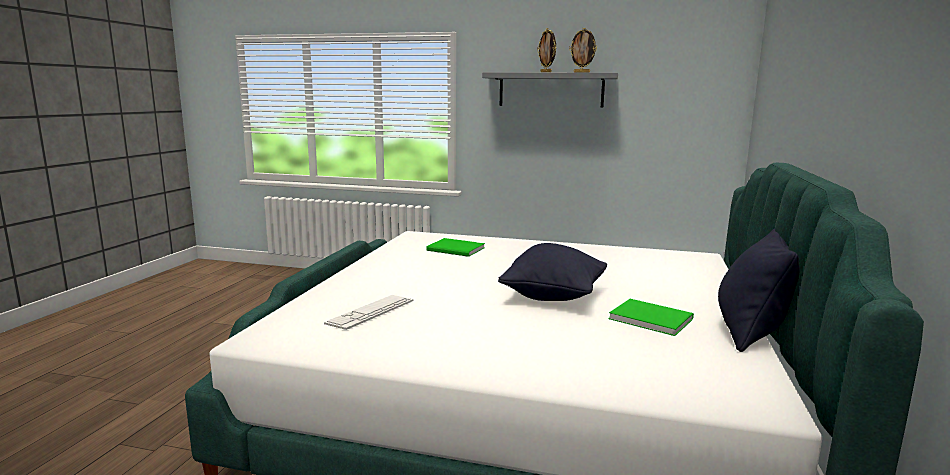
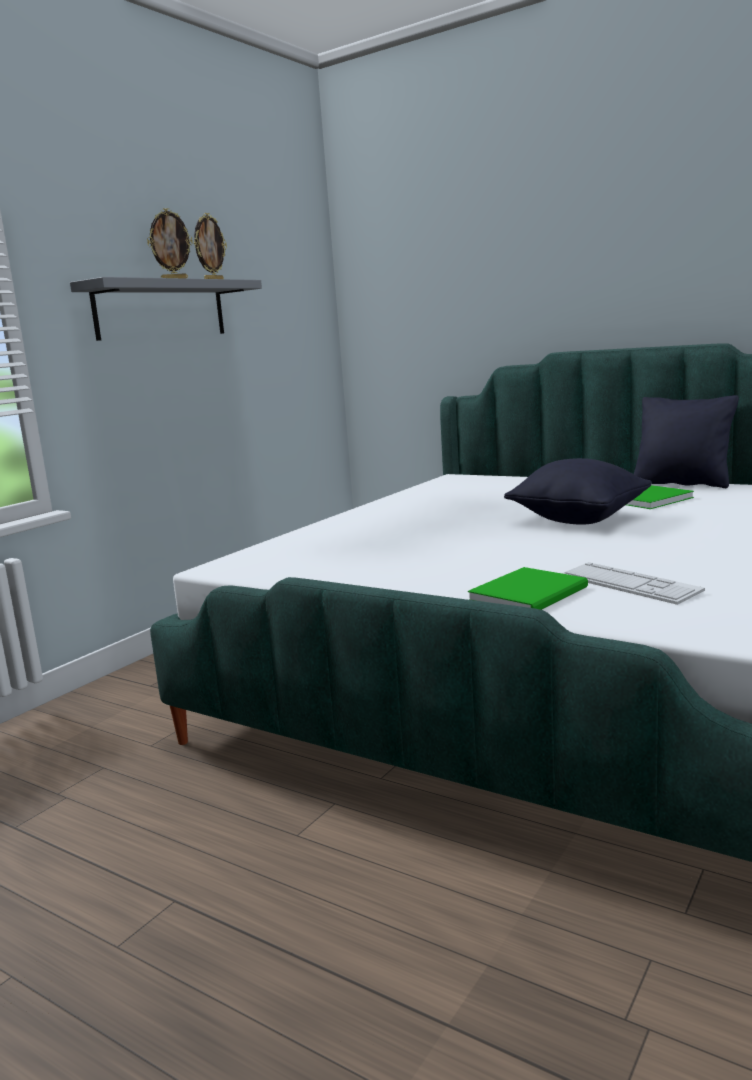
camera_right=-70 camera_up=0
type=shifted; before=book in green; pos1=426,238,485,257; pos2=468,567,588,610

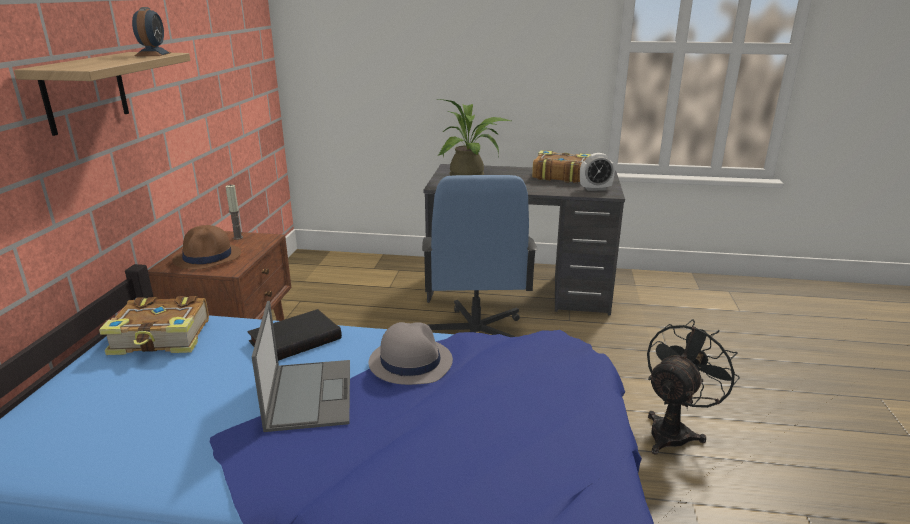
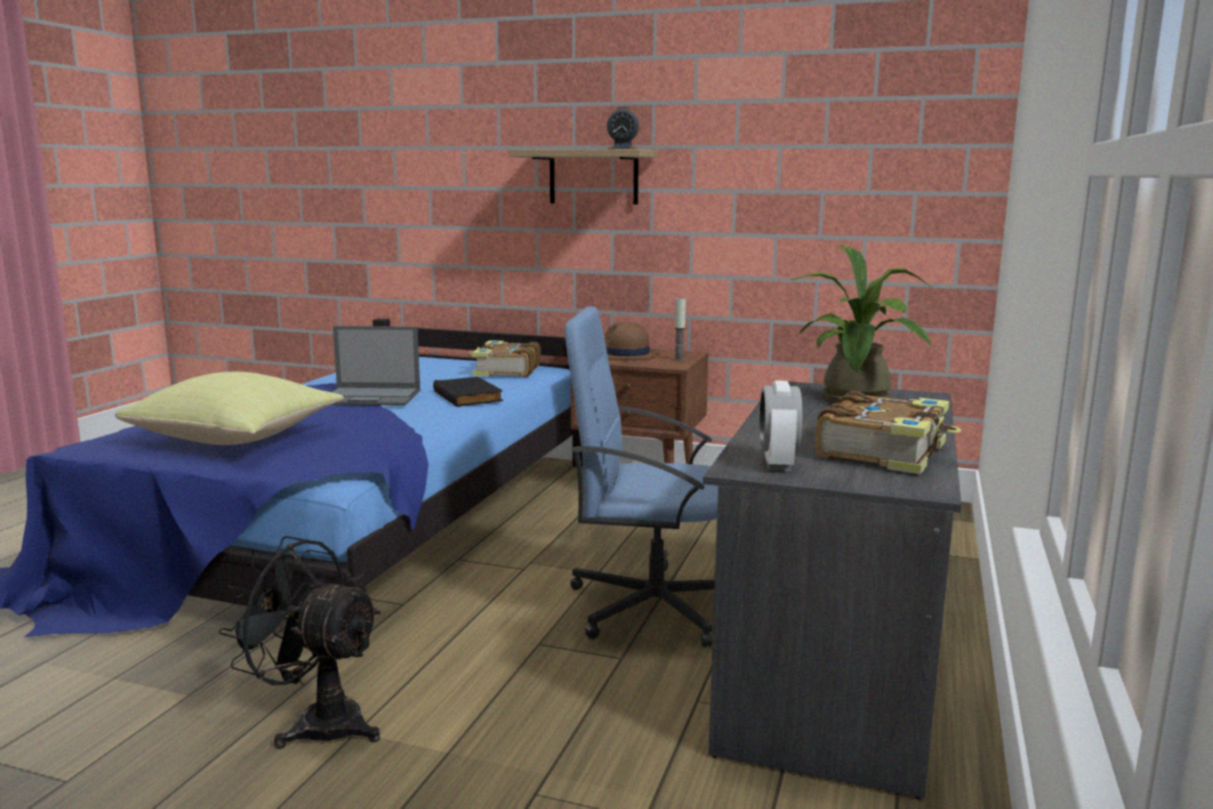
camera_right=100 camera_up=-10
type=new; after=pillow in yellow; pos2=115,372,344,445
type=rotated; before=fan in black; pos1=647,319,740,455; pos2=218,536,381,749; turn=150
type=gone; before=hat in grey; pos1=369,322,453,385

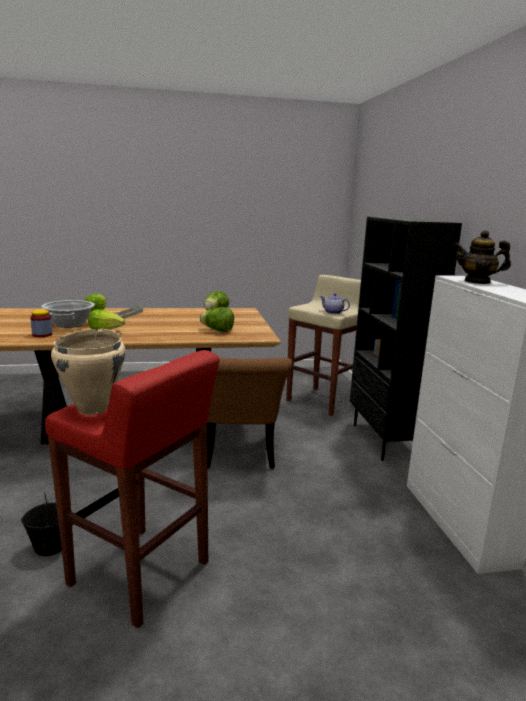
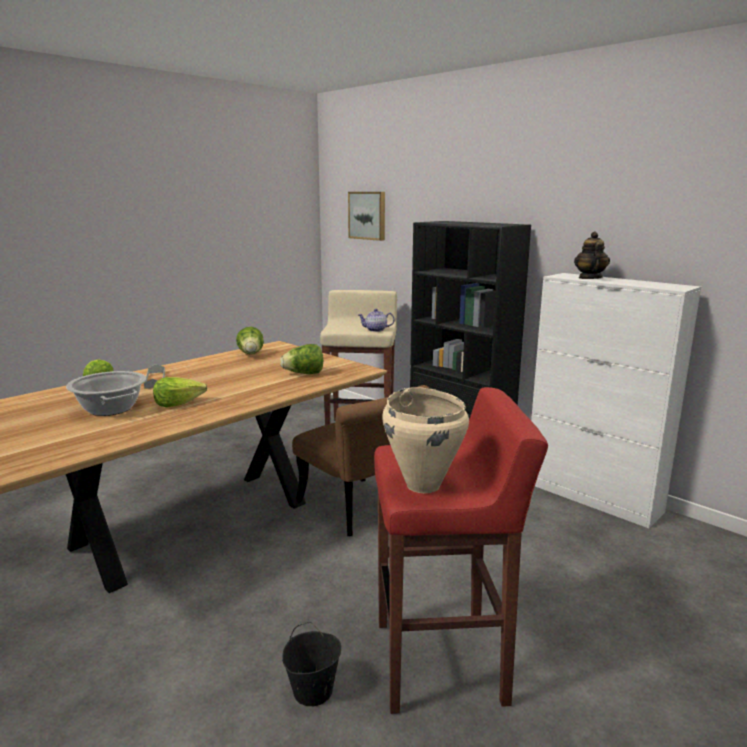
camera_right=-35 camera_up=0
type=new; after=picture; pos2=348,192,385,241
type=rotated; before=teapot; pos1=454,230,511,284; pos2=574,232,610,279; turn=120
type=gone; before=jar; pos1=30,310,52,337

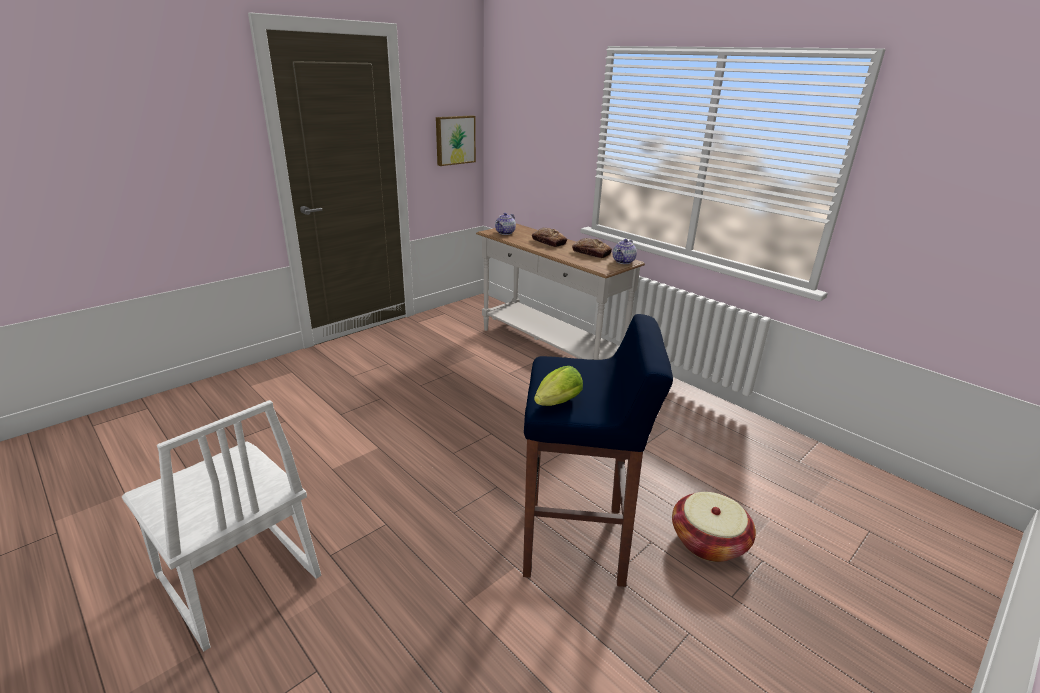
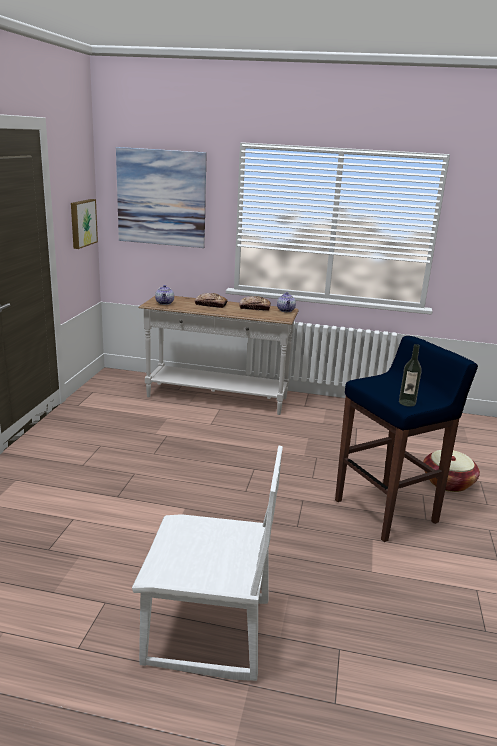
camera_right=-35 camera_up=-5
type=new; after=picture; pos2=116,147,207,248
type=swapped; before=lettuce; after=bottle; pos1=534,366,583,406; pos2=399,344,422,407

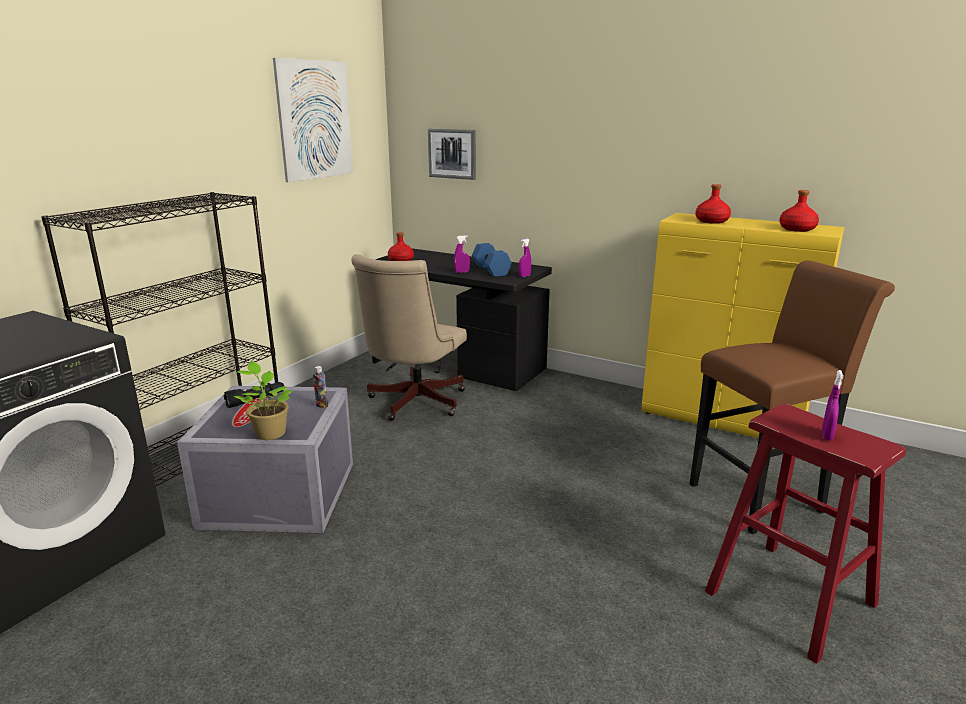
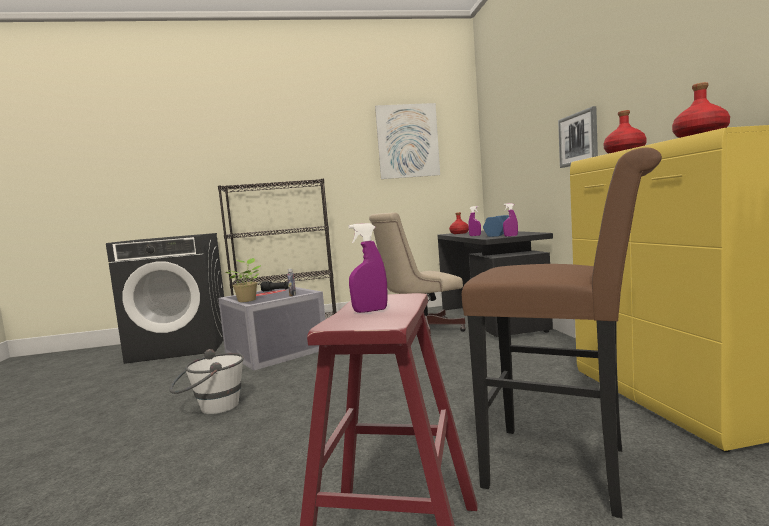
camera_right=50 camera_up=-15
type=new; after=bucket in white; pos2=169,349,244,414
type=shifted; before=picture; pos1=428,129,476,180; pos2=558,106,598,168

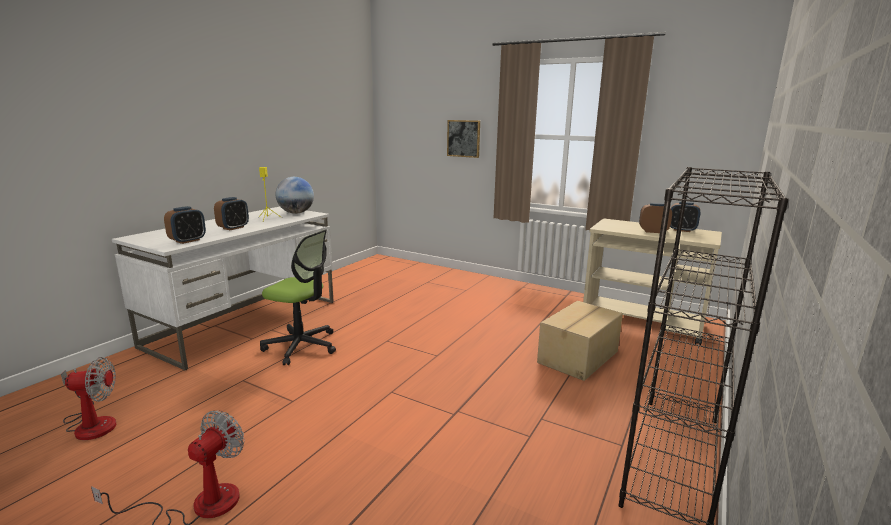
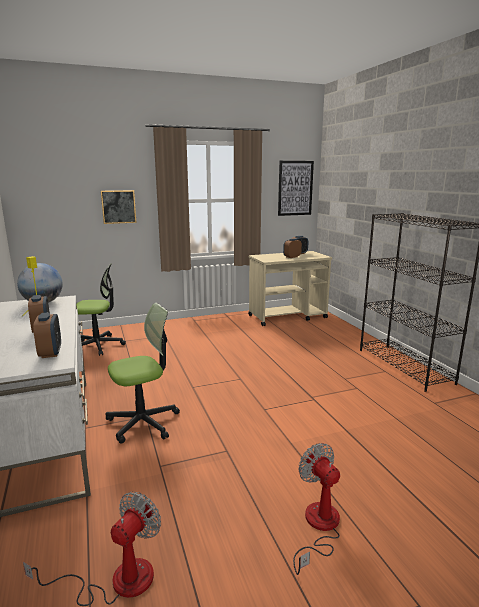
camera_right=-50 camera_up=0
type=new; after=office chair; pos2=76,263,126,356
type=new; after=picture; pos2=278,161,314,216
type=gone; before=cardboard box; pos1=537,301,623,381

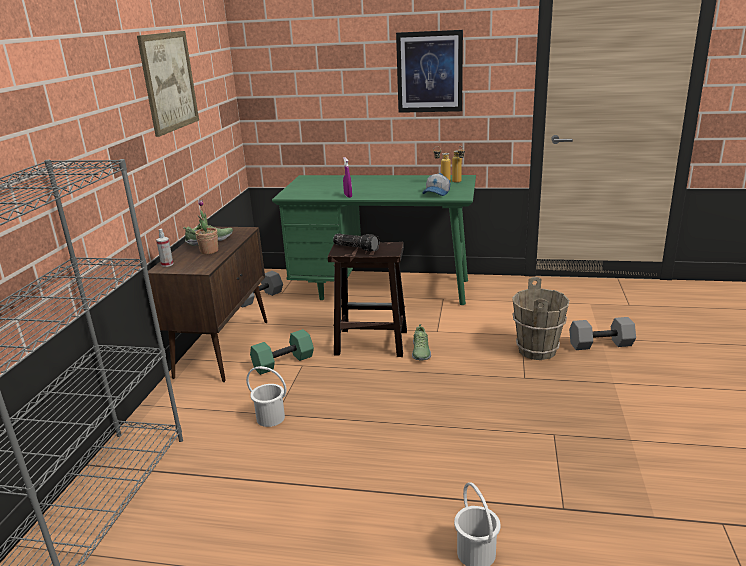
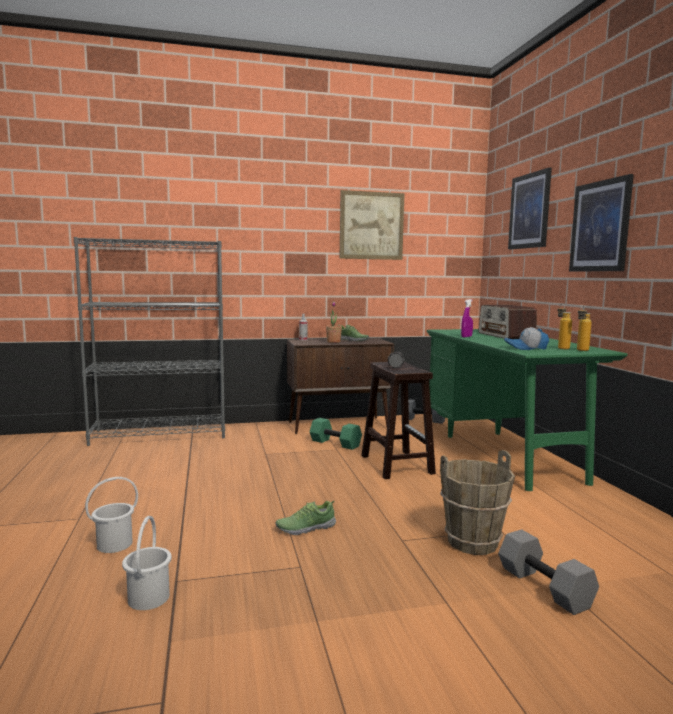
camera_right=65 camera_up=-15
type=shifted; before=bucket in white; pos1=246,366,286,427; pos2=122,516,172,610
type=shifted; before=shoe; pos1=412,324,431,360; pos2=276,501,336,535
type=new; after=radio; pos2=478,305,536,339
type=new; after=picture; pos2=508,168,552,249

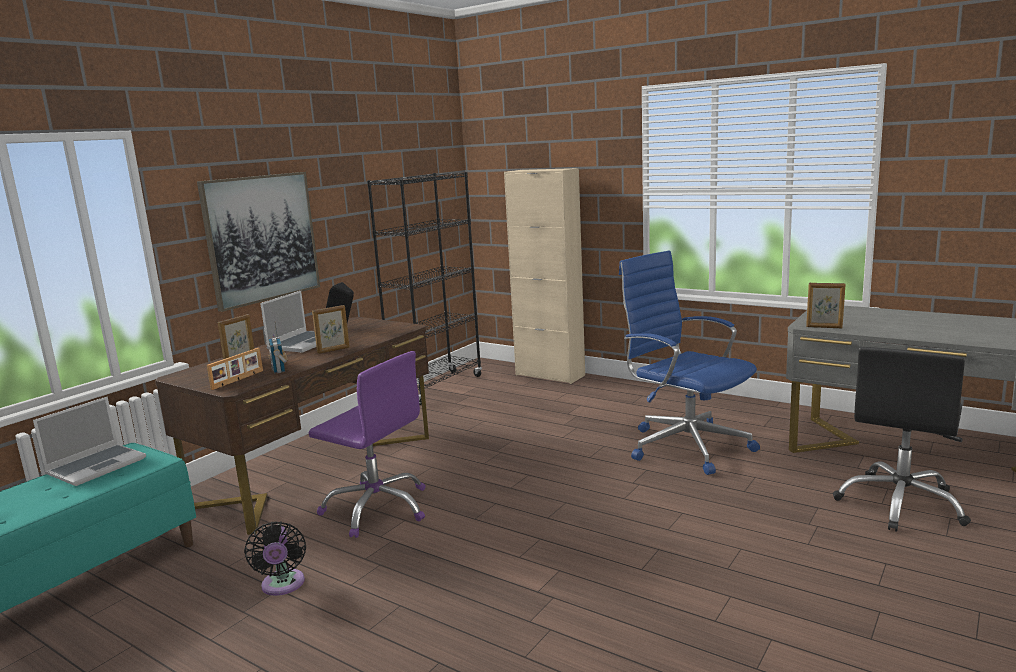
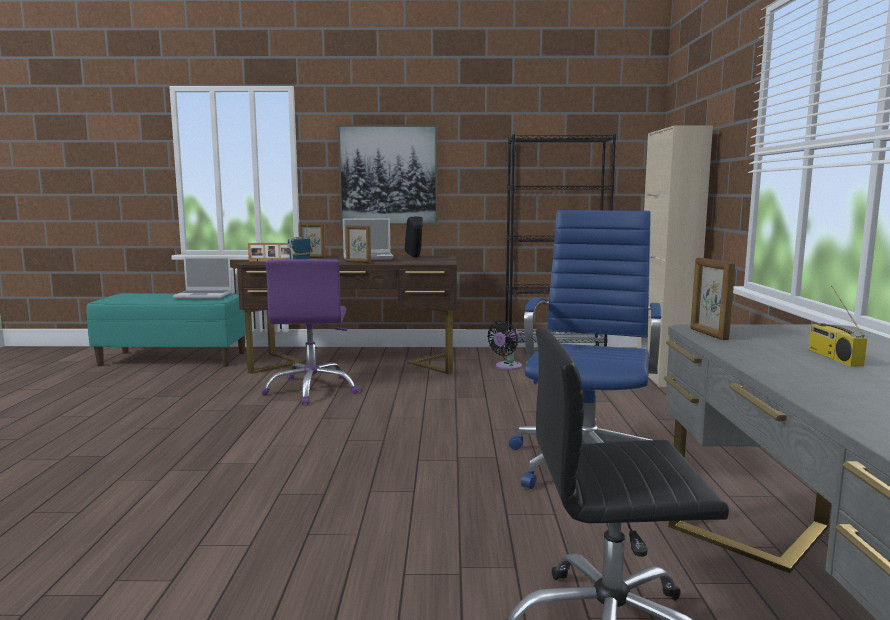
camera_right=55 camera_up=-5
type=shifted; before=fan in black; pos1=244,521,306,596; pos2=487,320,522,370
type=new; after=radio; pos2=808,286,867,366

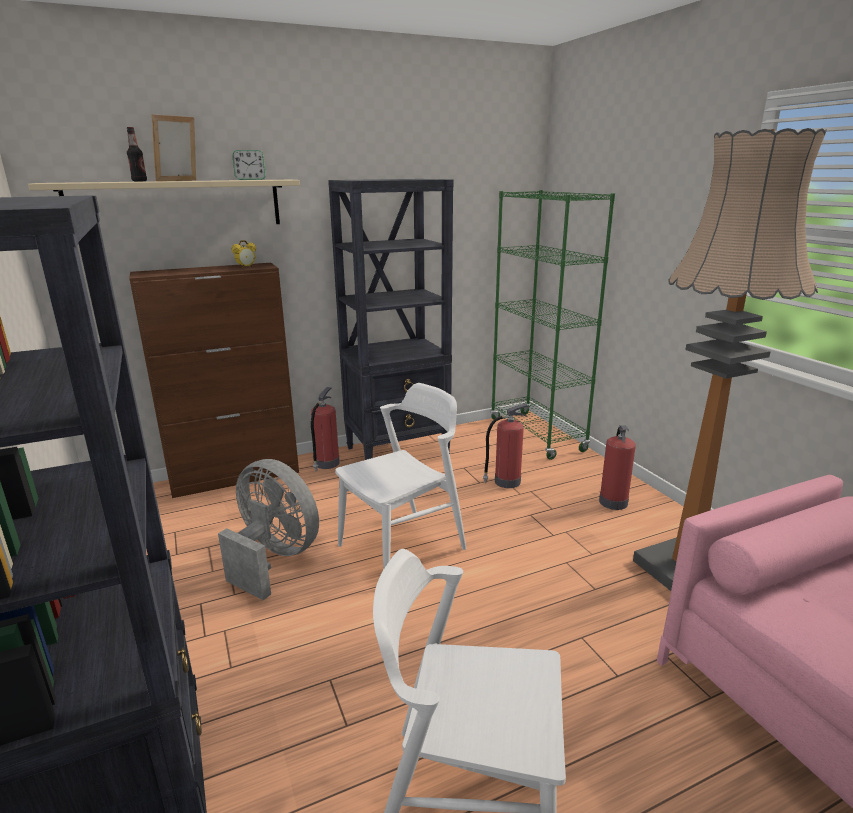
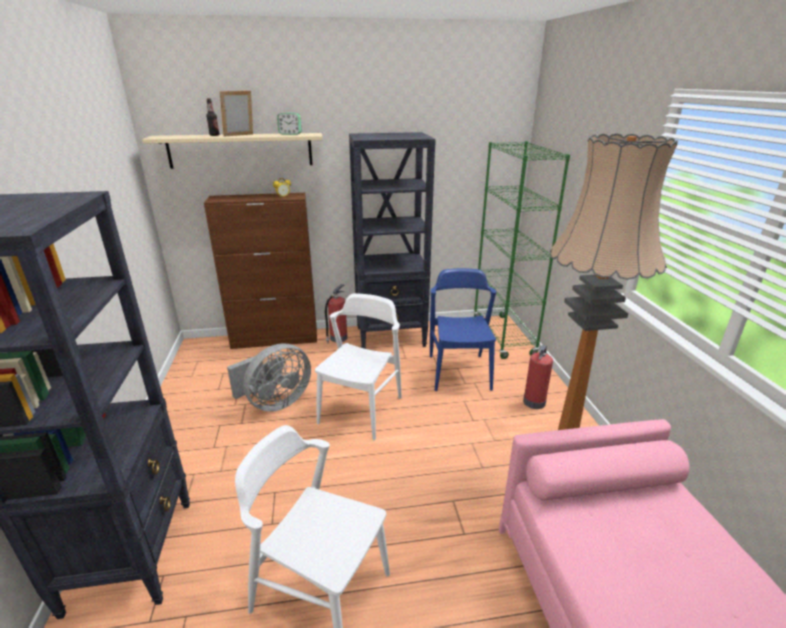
camera_right=15 camera_up=5
type=rotated; before=fan in grey; pos1=218,459,319,600; pos2=227,344,311,412; turn=90
type=rotated; before=chair in white; pos1=335,383,466,570; pos2=315,293,402,440; turn=-45
type=swapped; before=fire extinguisher; after=chair in blue; pos1=483,404,528,488; pos2=430,268,496,391

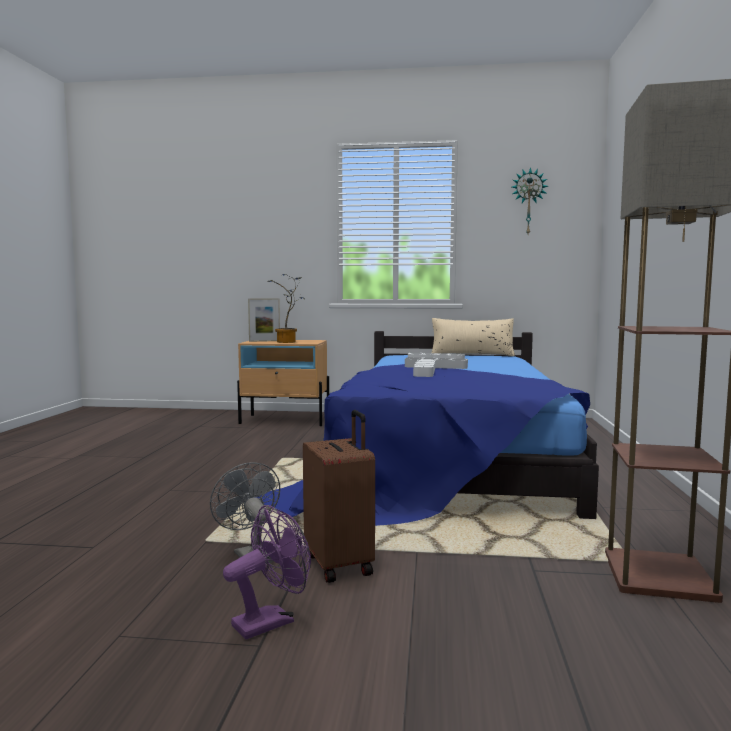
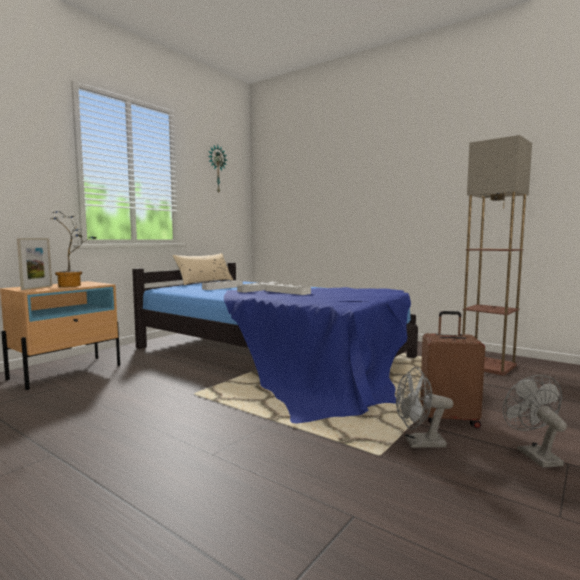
camera_right=-60 camera_up=0
type=repainted; before=fan in purple; after=fan in grey; pos1=223,505,311,639; pos2=503,375,567,468

